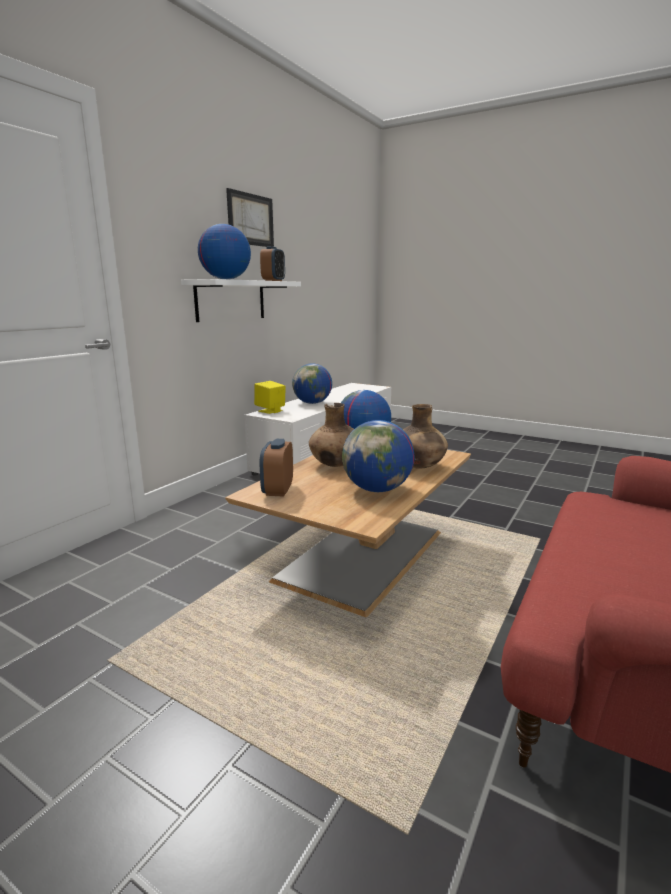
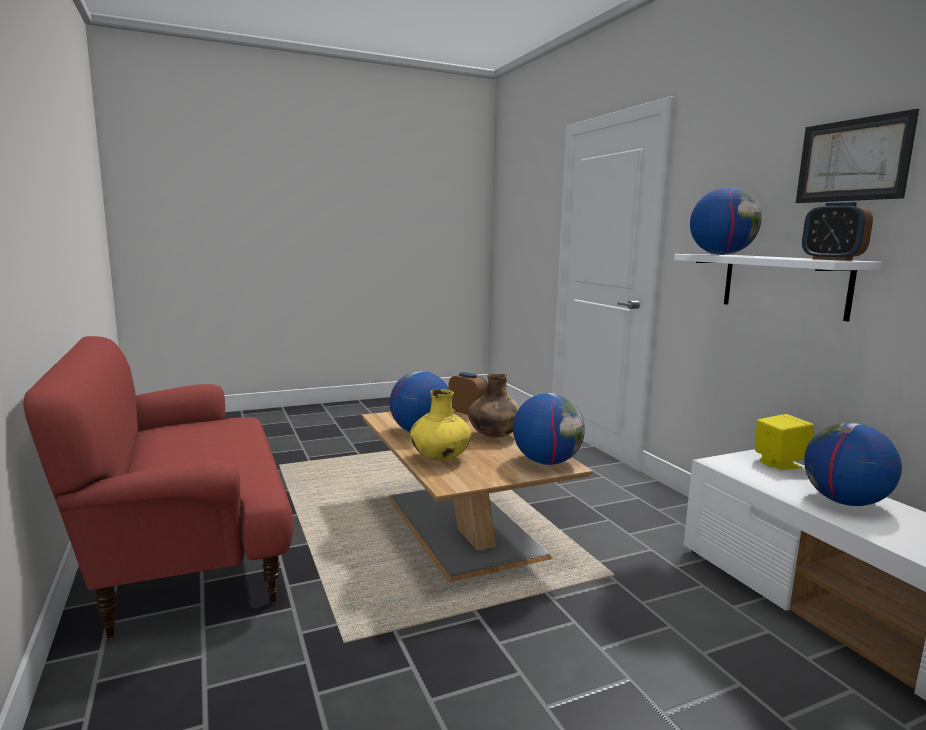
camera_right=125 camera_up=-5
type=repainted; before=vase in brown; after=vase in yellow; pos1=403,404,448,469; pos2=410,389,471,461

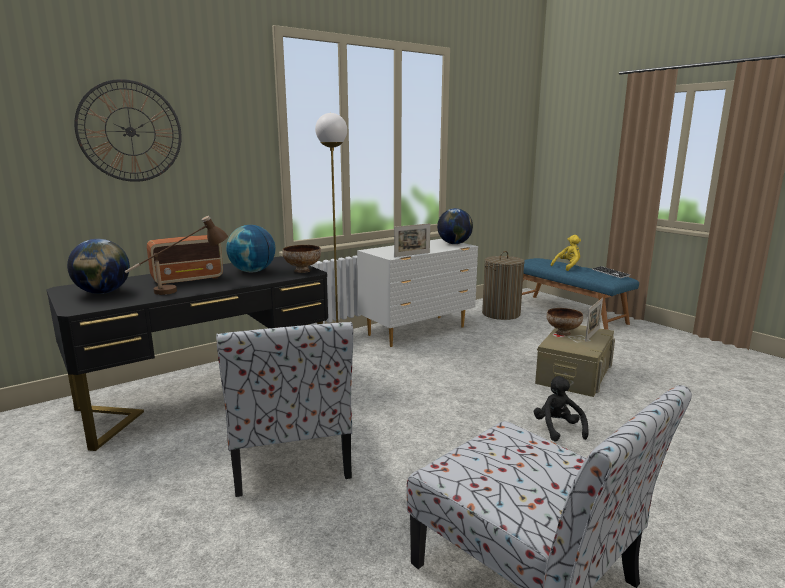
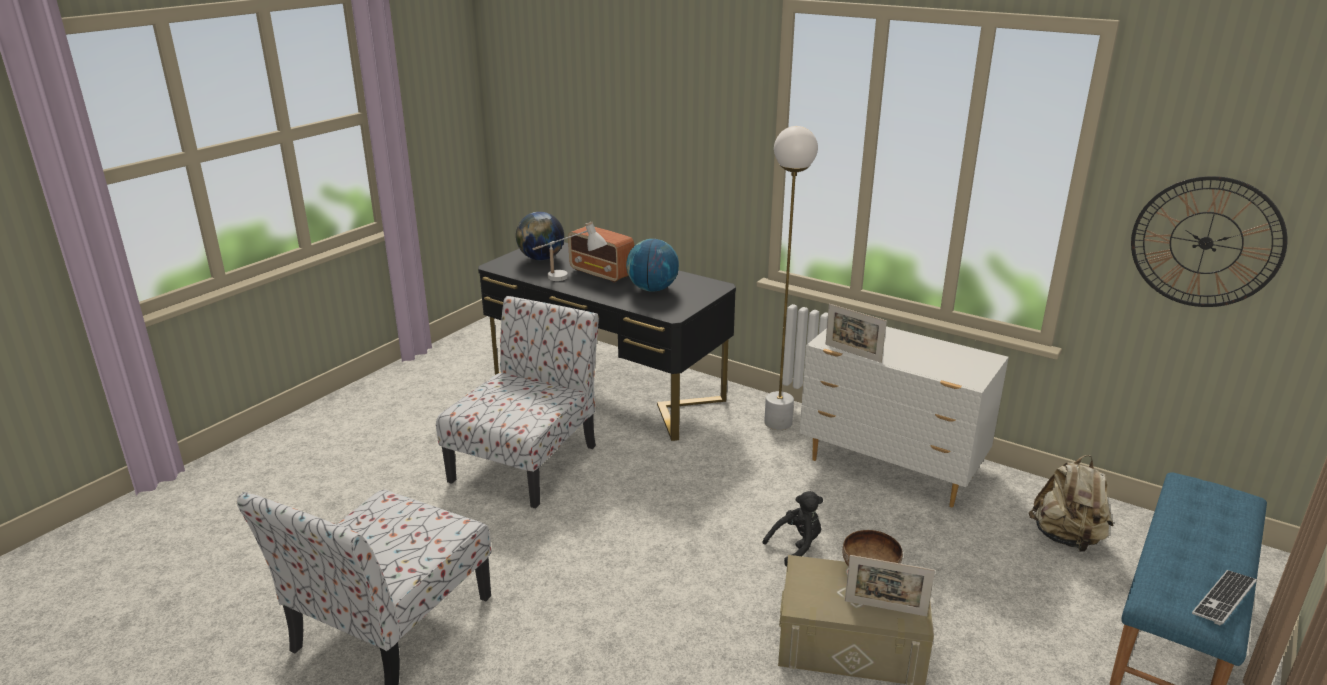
camera_right=70 camera_up=10
type=rotated; before=chair; pos1=216,322,353,497; pos2=436,296,599,508; turn=150
type=repainted; before=table lamp in brown; after=table lamp in white; pos1=125,216,228,295; pos2=532,222,607,281
type=shifted; before=plush toy in black; pos1=534,376,589,442; pos2=762,491,823,567
type=swapped; before=laundry basket; after=backpack in beige; pos1=482,251,525,320; pos2=1029,455,1113,552
type=shifted; before=wall clock; pos1=74,79,182,182; pos2=1131,176,1287,307
type=gone; before=bowl; pos1=282,245,321,273
type=gone; before=globe; pos1=437,208,473,244
type=gone; before=plush toy in yellow; pos1=551,235,581,271

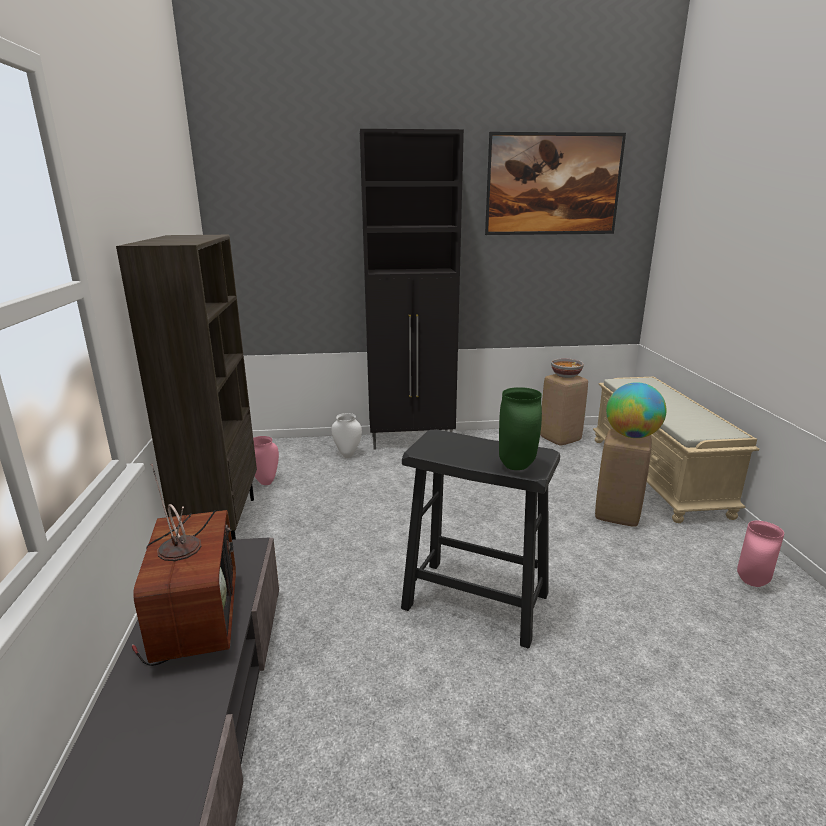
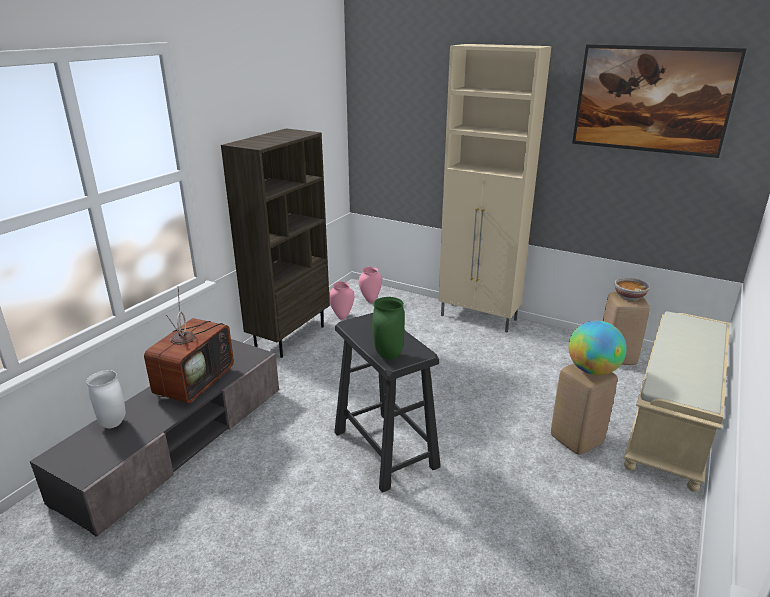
camera_right=35 camera_up=5
type=shifted; before=vase in white; pos1=332,413,362,458; pos2=87,370,126,429
type=shifted; before=vase in pink; pos1=737,521,784,587; pos2=359,267,382,303
type=repainted; before=cabinet in black; after=cabinet in beige; pos1=360,129,464,449; pos2=438,44,551,332

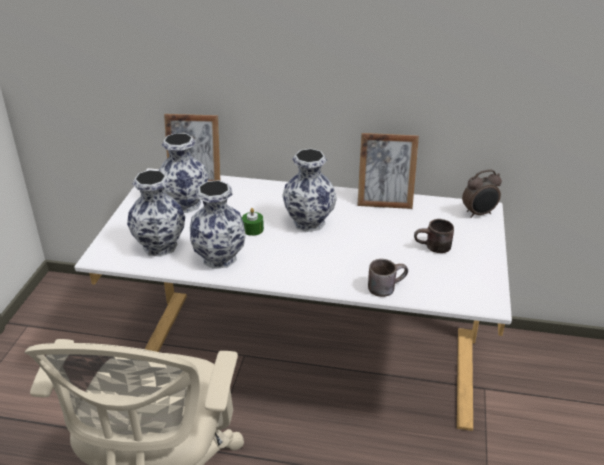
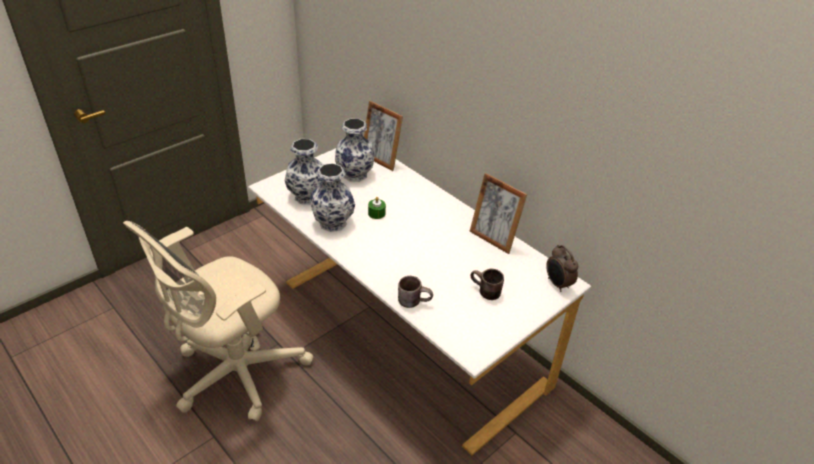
camera_right=35 camera_up=5
type=rotated; before=alarm clock; pos1=462,169,502,218; pos2=546,245,578,292; turn=45
type=gone; before=vase; pos1=282,149,337,232

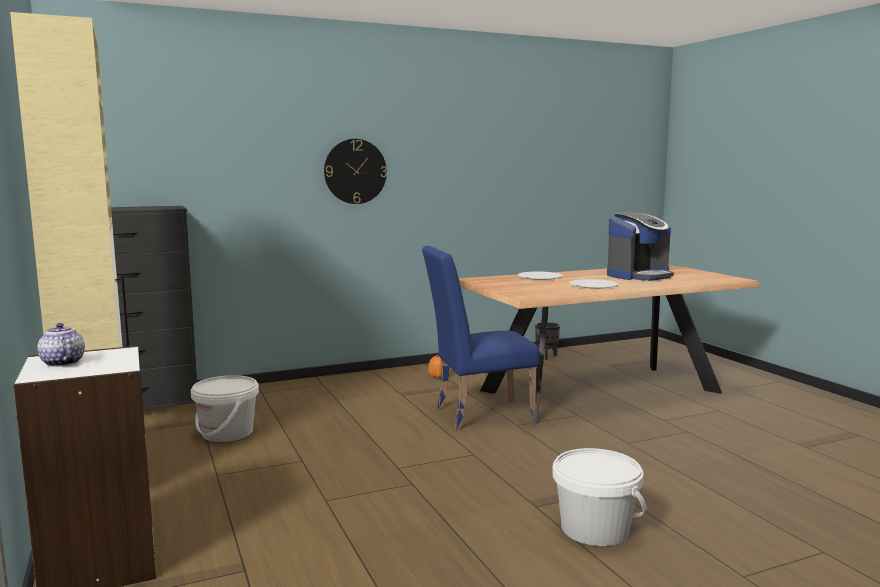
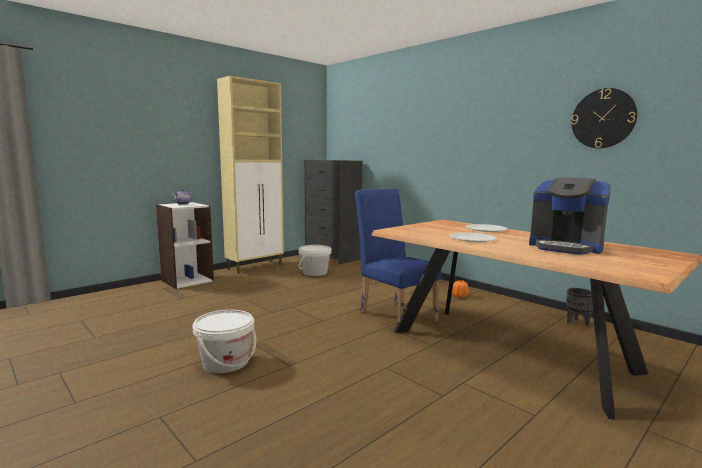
camera_right=70 camera_up=0
type=shifted; before=wall clock; pos1=324,139,387,204; pos2=571,88,637,148

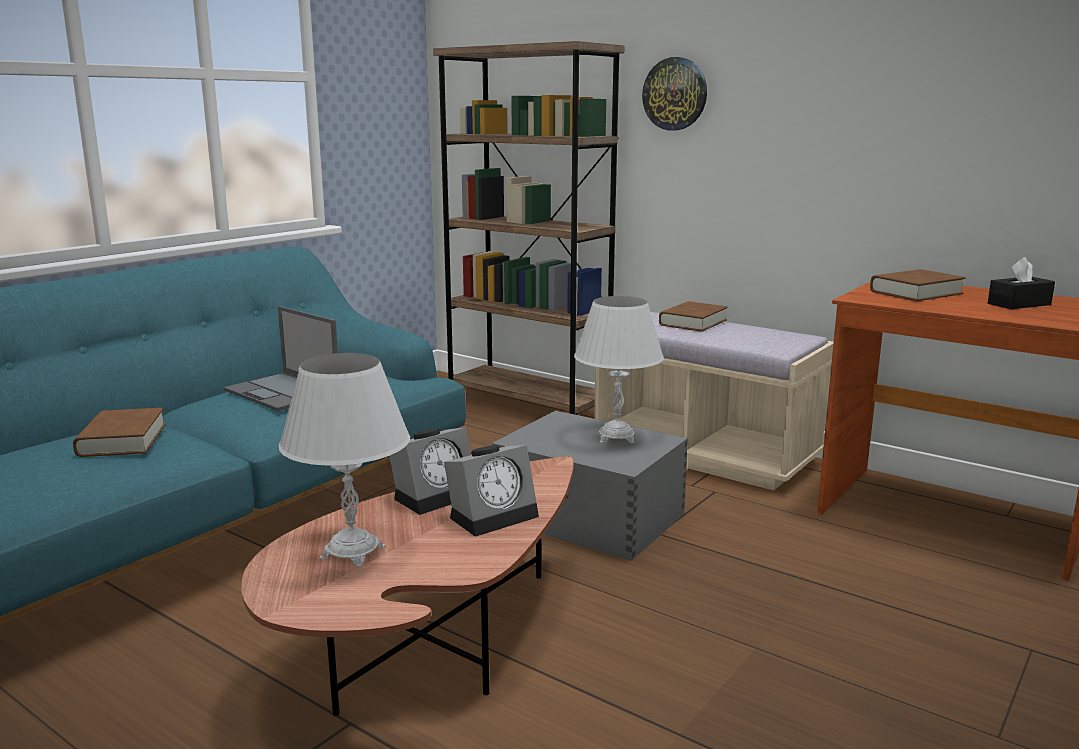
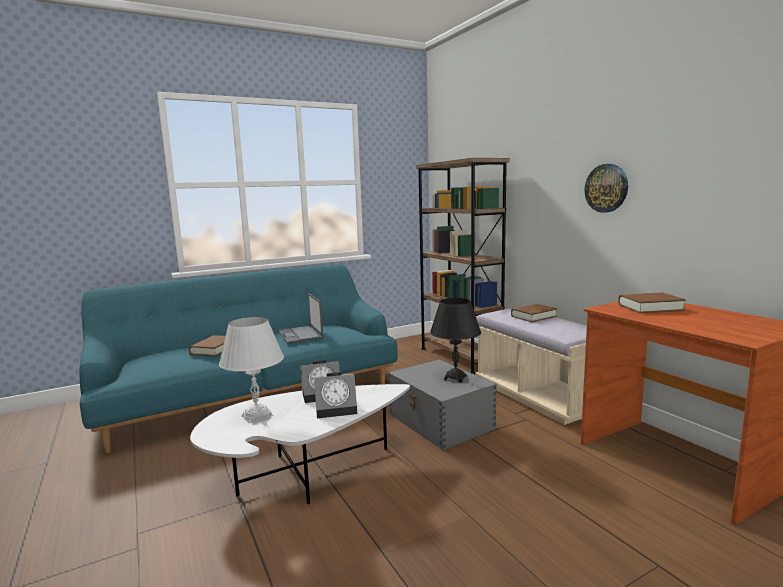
camera_right=25 camera_up=-5
type=repainted; before=coffee table in brown; after=coffee table in white; pos1=241,456,573,716; pos2=190,384,410,504
type=repainted; before=table lamp in white; after=table lamp in black; pos1=574,296,664,444; pos2=430,298,481,383
type=shifted; before=wall clock; pos1=642,57,707,131; pos2=585,164,628,213
type=gone; before=tissue box in black; pos1=988,257,1055,309

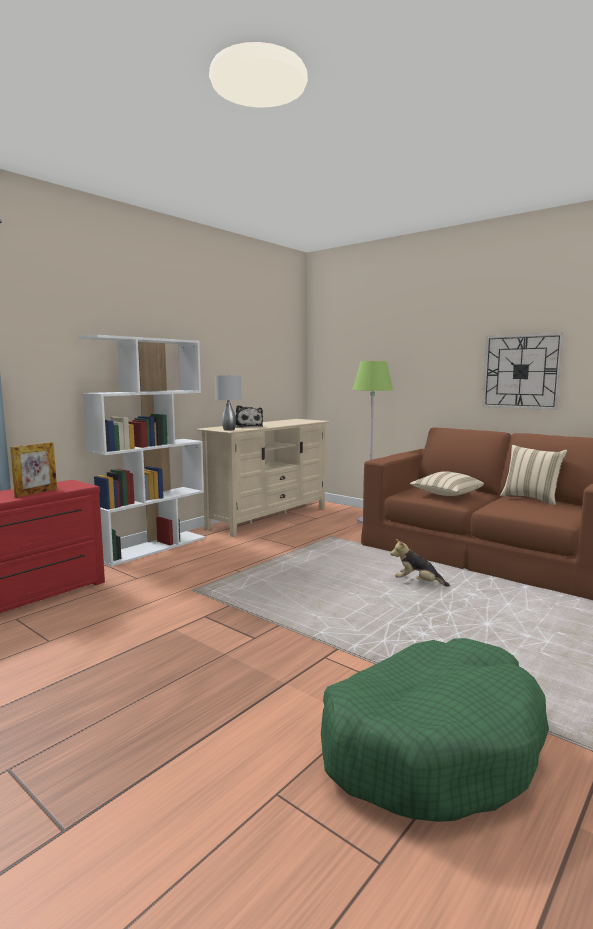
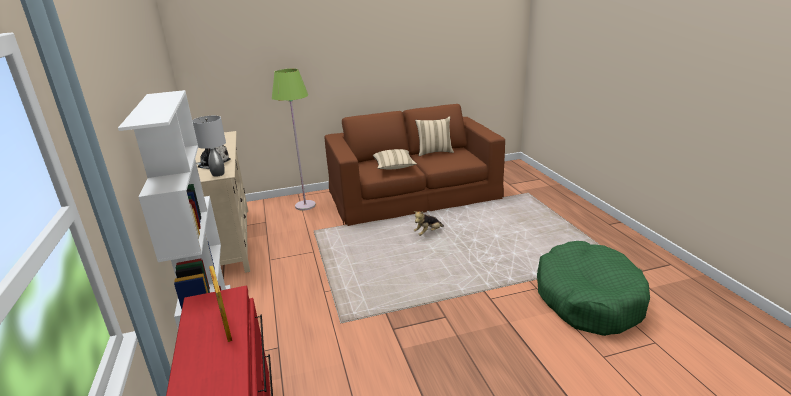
camera_right=-55 camera_up=15
type=gone; before=wall clock; pos1=482,332,564,410

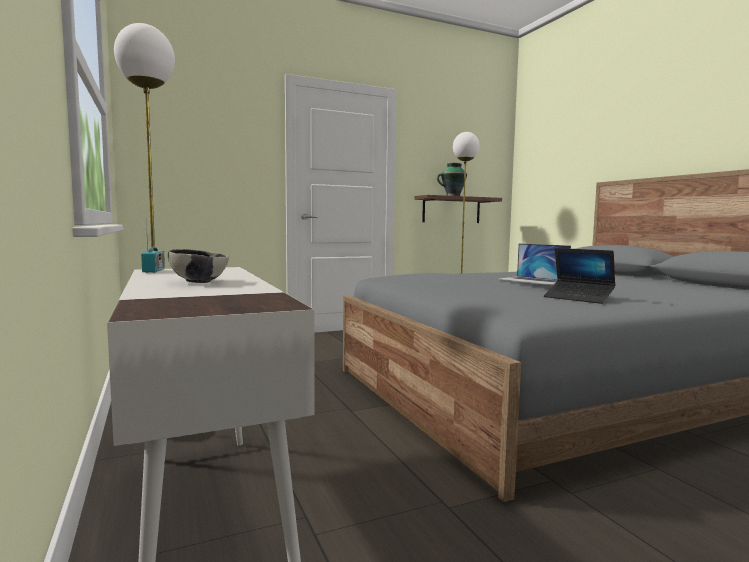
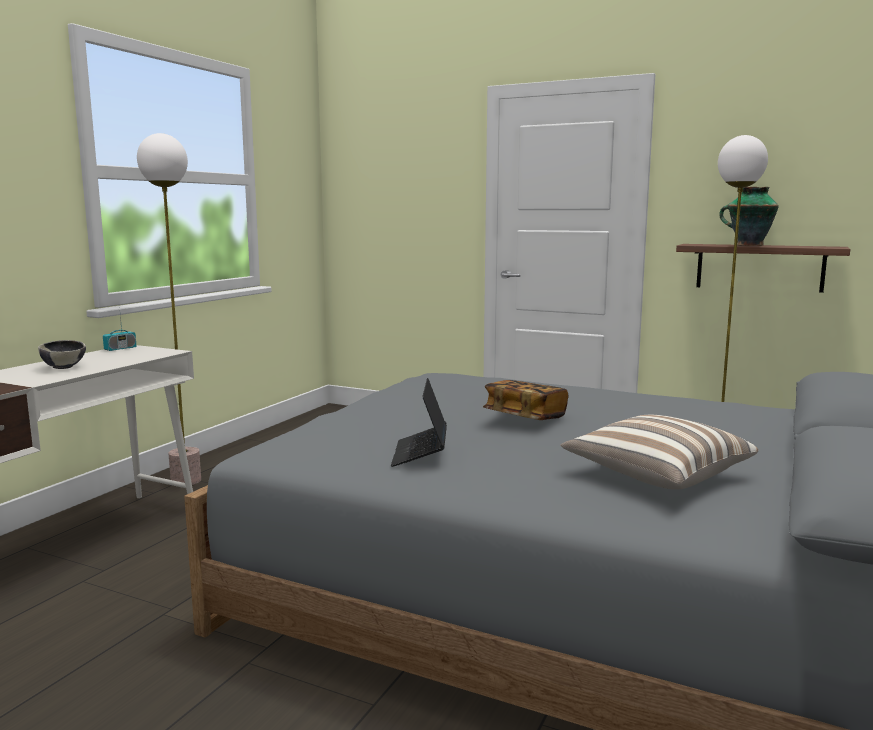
camera_right=50 camera_up=5
type=swapped; before=laptop; after=book; pos1=499,243,571,285; pos2=483,380,568,420
type=new; after=pillow; pos2=561,415,759,490

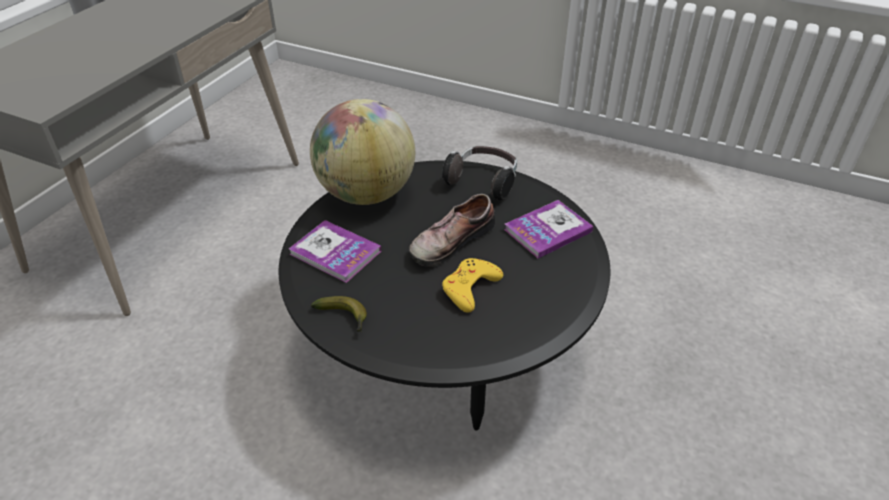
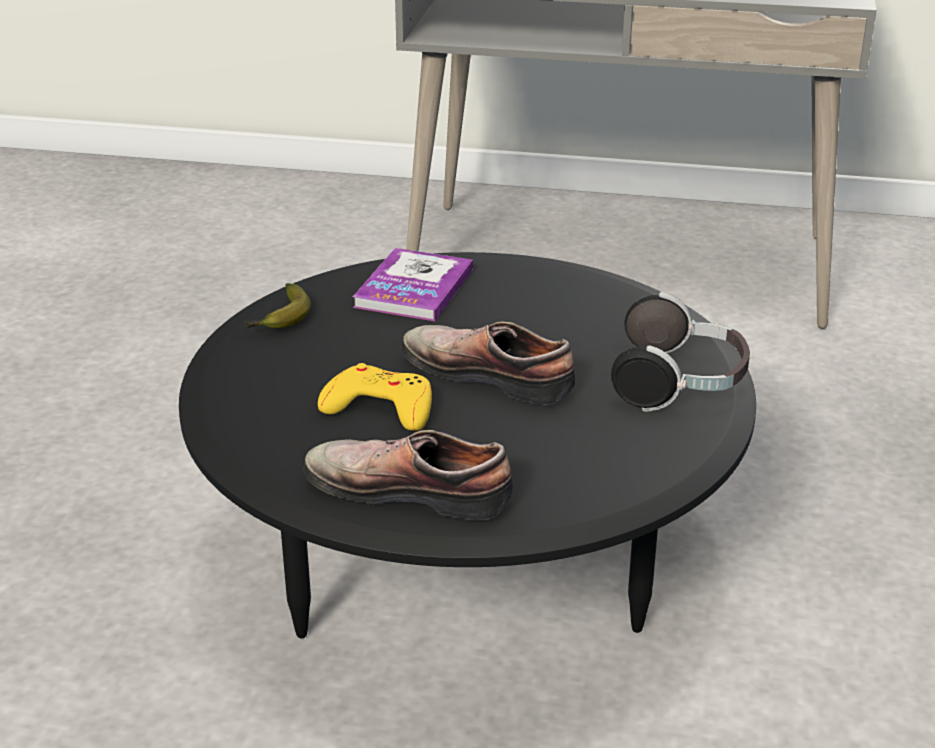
camera_right=75 camera_up=-10
type=new; after=shoe; pos2=304,430,513,520
type=gone; before=globe; pos1=310,99,415,205
type=gone; before=book; pos1=504,200,594,258

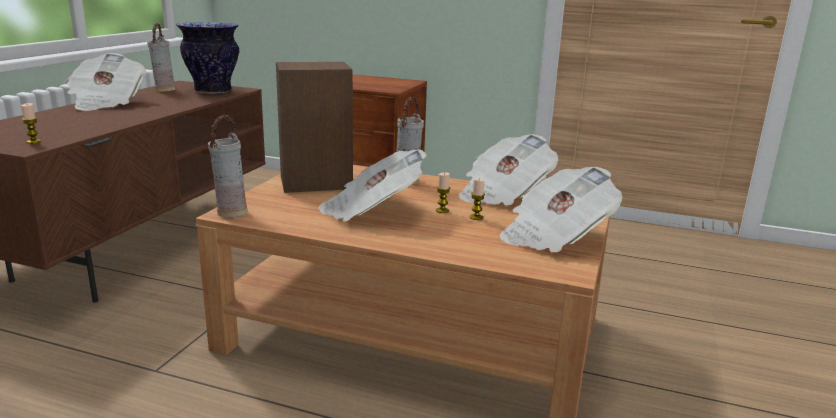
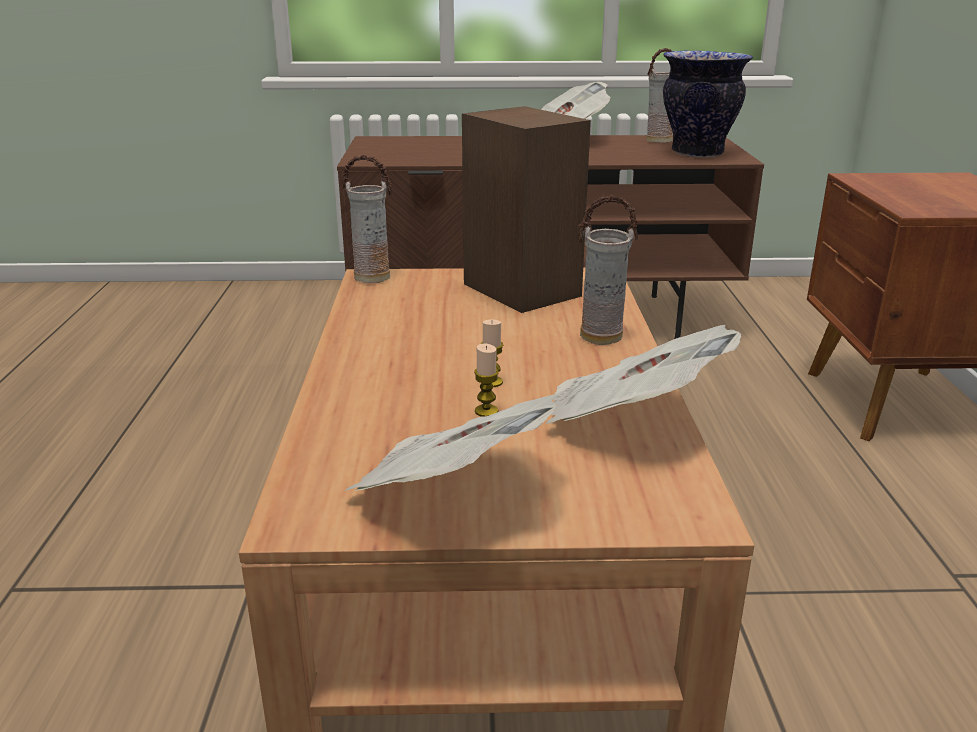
camera_right=70 camera_up=5
type=gone; before=candle; pos1=21,103,41,144
type=gone; before=newspaper; pos1=318,150,427,222

